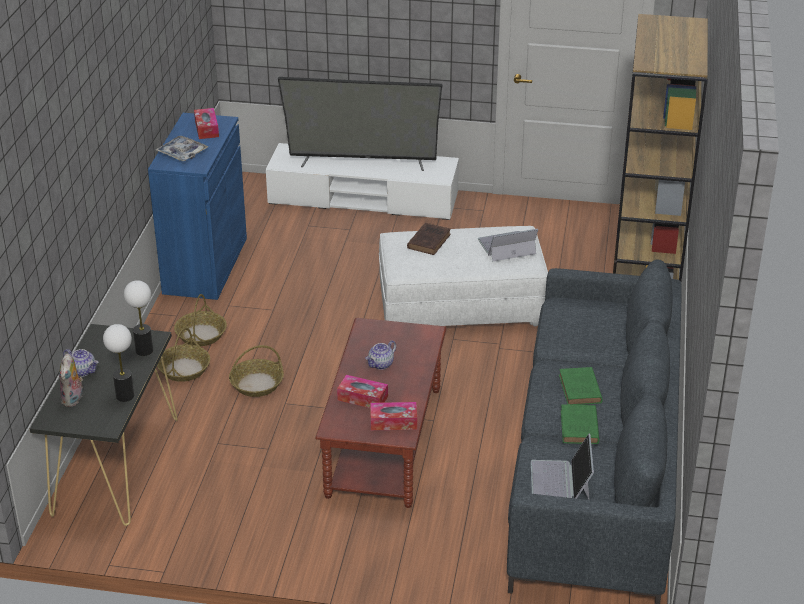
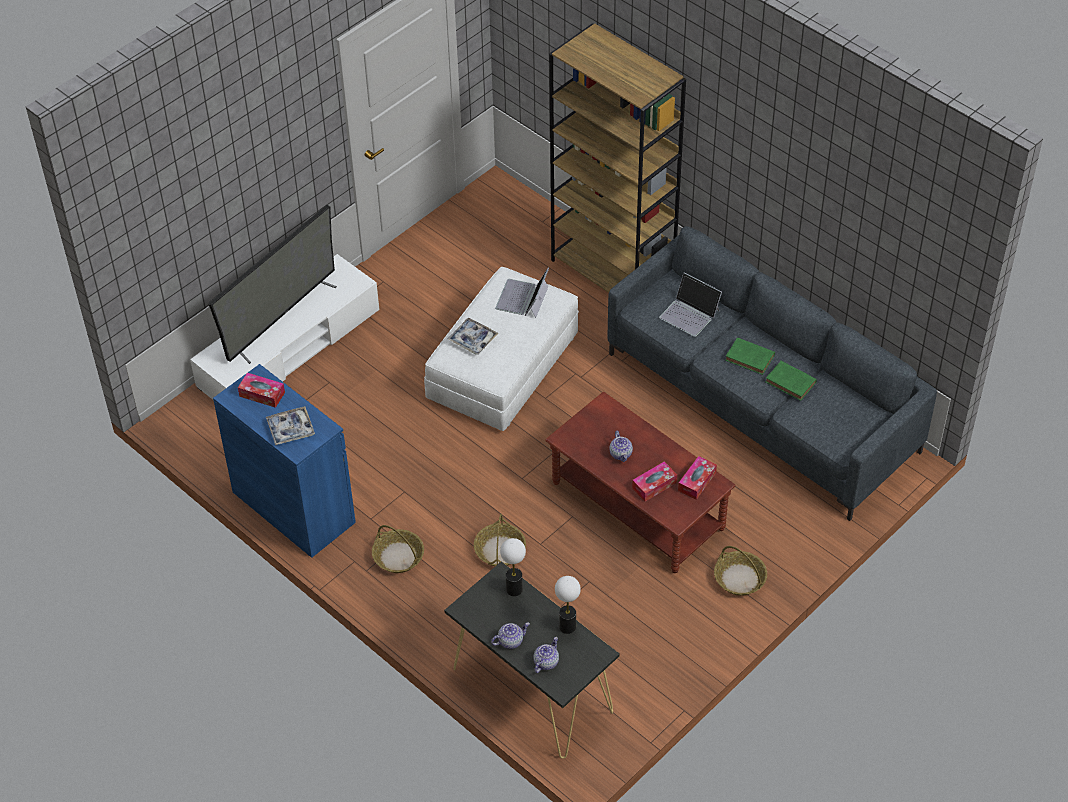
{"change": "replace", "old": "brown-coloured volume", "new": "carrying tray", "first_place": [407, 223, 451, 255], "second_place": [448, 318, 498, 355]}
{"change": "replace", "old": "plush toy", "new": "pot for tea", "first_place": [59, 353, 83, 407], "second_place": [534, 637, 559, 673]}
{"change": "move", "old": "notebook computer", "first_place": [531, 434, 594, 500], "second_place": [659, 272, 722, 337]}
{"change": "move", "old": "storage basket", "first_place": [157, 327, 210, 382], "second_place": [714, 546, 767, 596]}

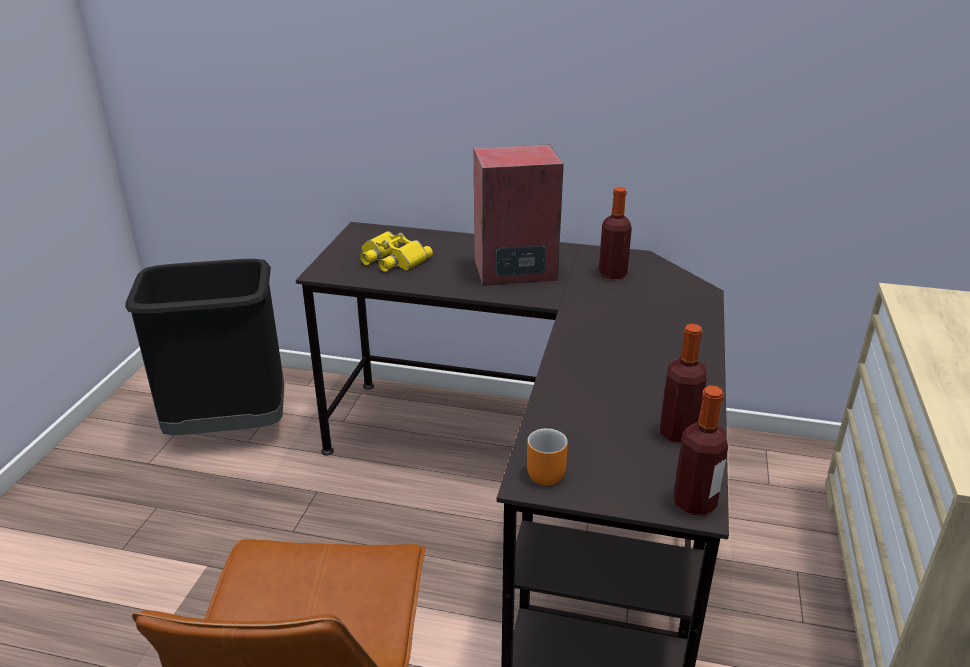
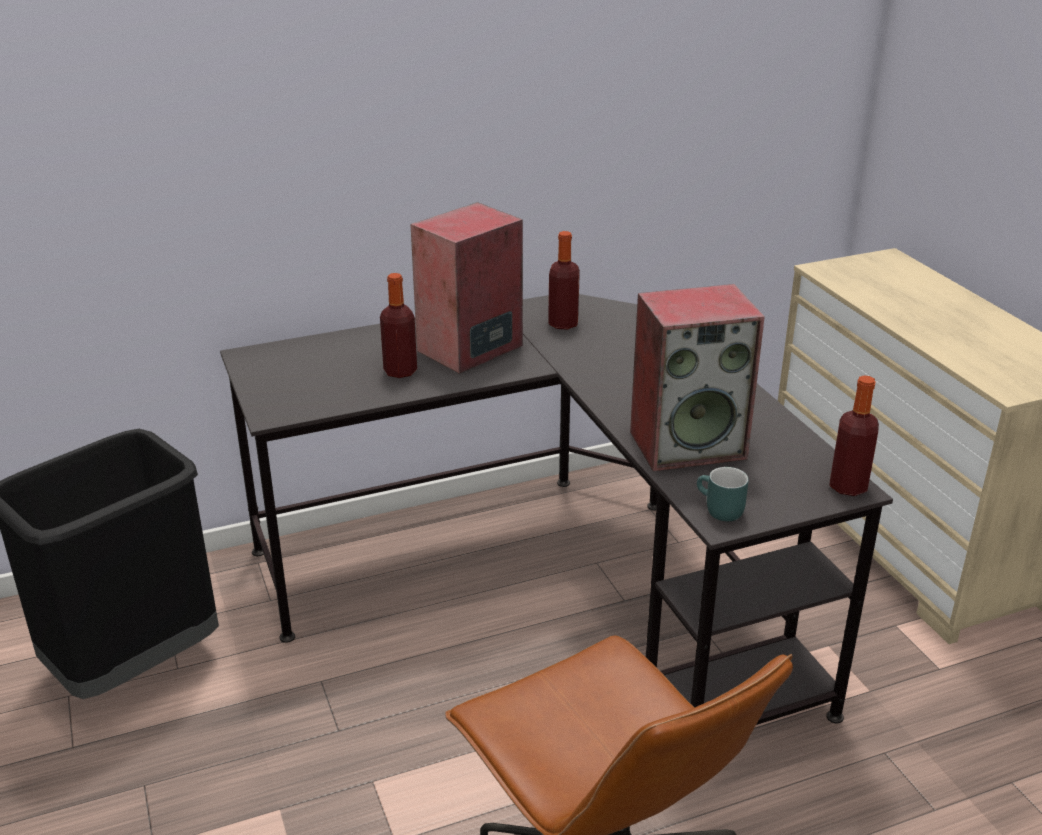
{"change": "move", "old": "drink bottle", "first_place": [660, 324, 707, 443], "second_place": [380, 273, 417, 378]}
{"change": "insert", "new": "audio speaker", "second_place": [630, 284, 765, 471]}
{"change": "recolor", "old": "orangey mug", "new": "turquoise-coloured mug", "first_place": [527, 428, 568, 486], "second_place": [697, 467, 749, 521]}
{"change": "delete", "old": "yellow-coloured pair of binoculars", "first_place": [360, 231, 433, 272]}

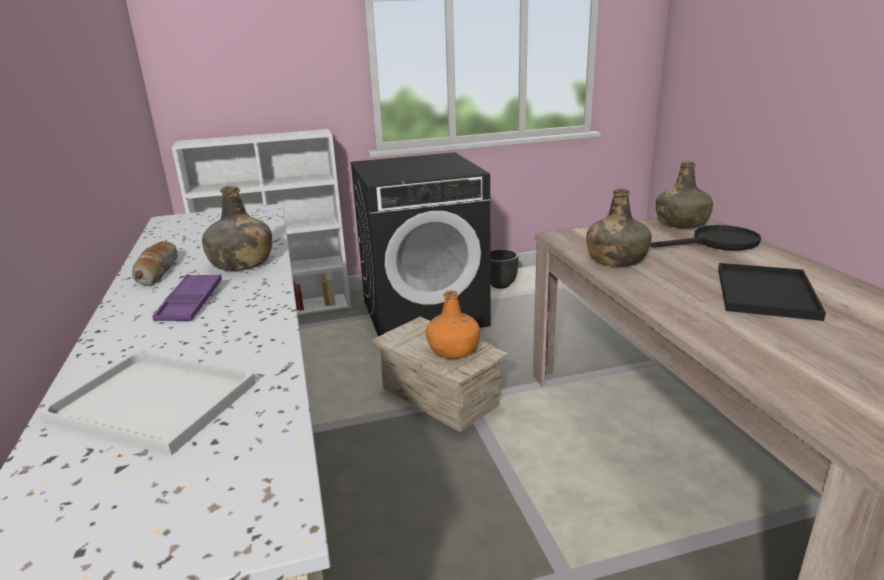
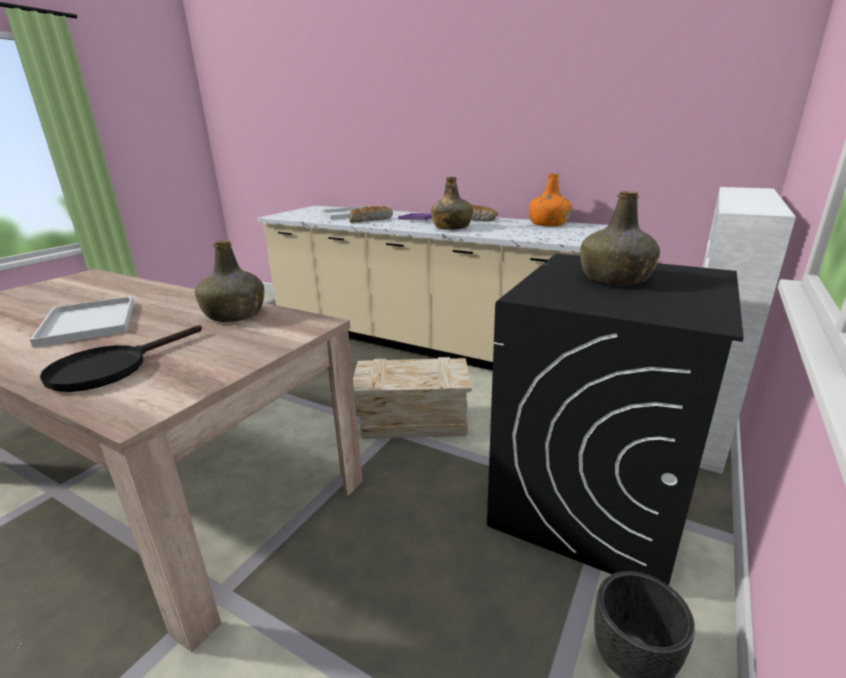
{"change": "recolor", "old": "black carrying tray", "new": "whitish carrying tray", "first_place": [718, 263, 826, 321], "second_place": [30, 296, 134, 347]}
{"change": "insert", "new": "baked bread", "second_place": [349, 206, 393, 223]}
{"change": "move", "old": "orangey drink bottle", "first_place": [426, 290, 480, 359], "second_place": [529, 174, 572, 227]}
{"change": "move", "old": "green drink bottle", "first_place": [656, 162, 713, 229], "second_place": [580, 191, 660, 286]}

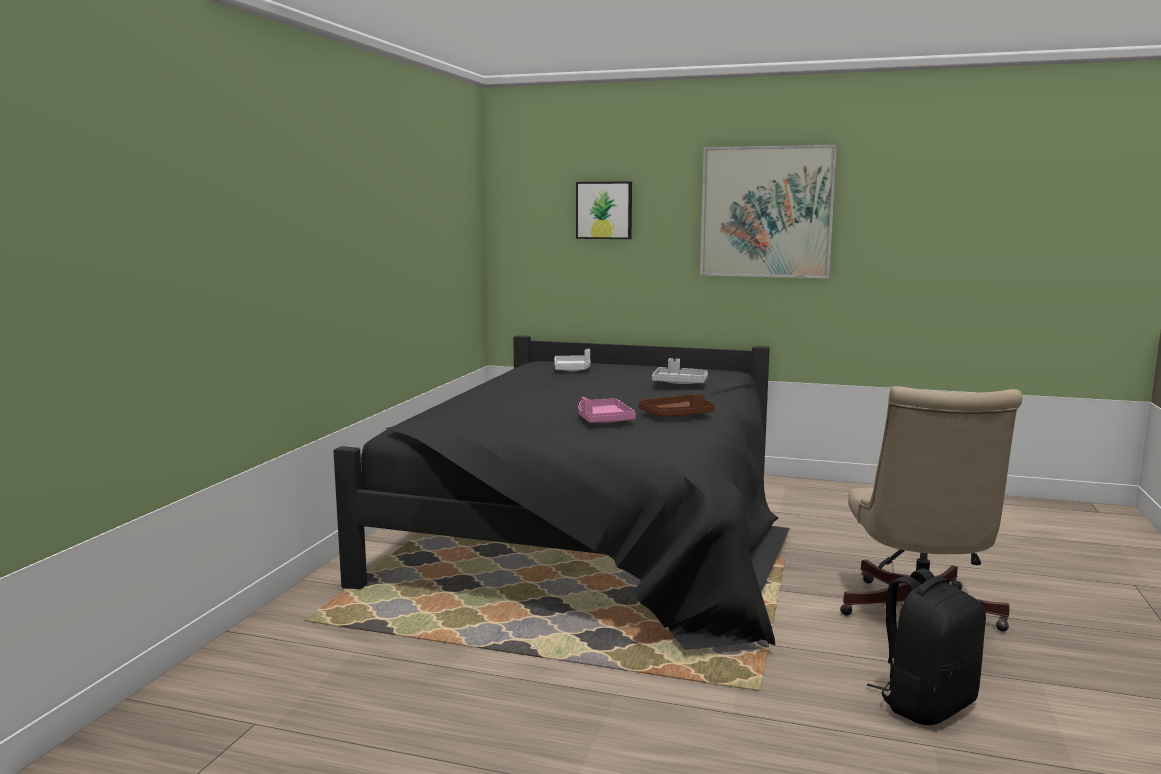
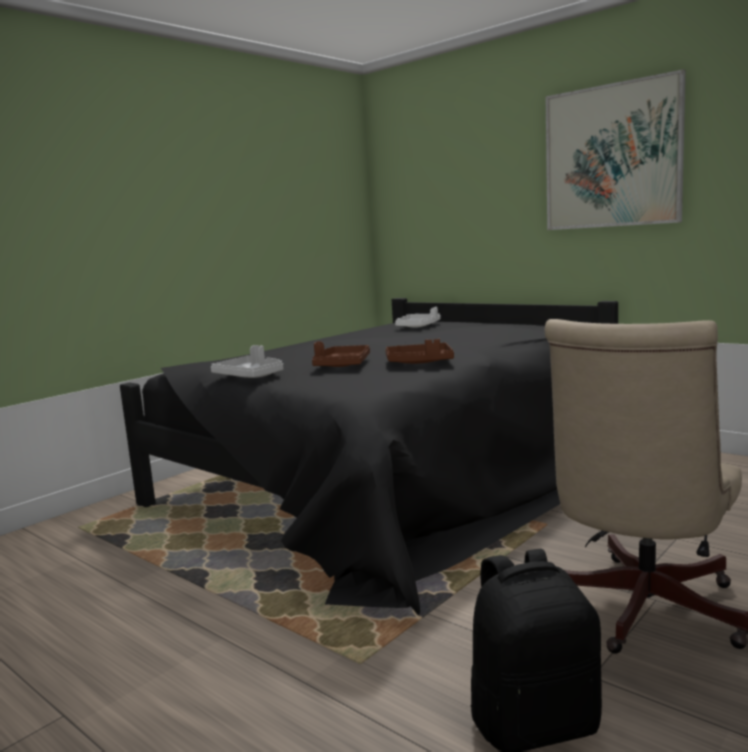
{"change": "move", "old": "gray carrying tray", "first_place": [652, 358, 708, 384], "second_place": [211, 345, 283, 378]}
{"change": "recolor", "old": "pinkish carrying tray", "new": "brown-coloured carrying tray", "first_place": [578, 397, 636, 423], "second_place": [312, 341, 370, 367]}
{"change": "delete", "old": "picture", "first_place": [576, 181, 632, 239]}

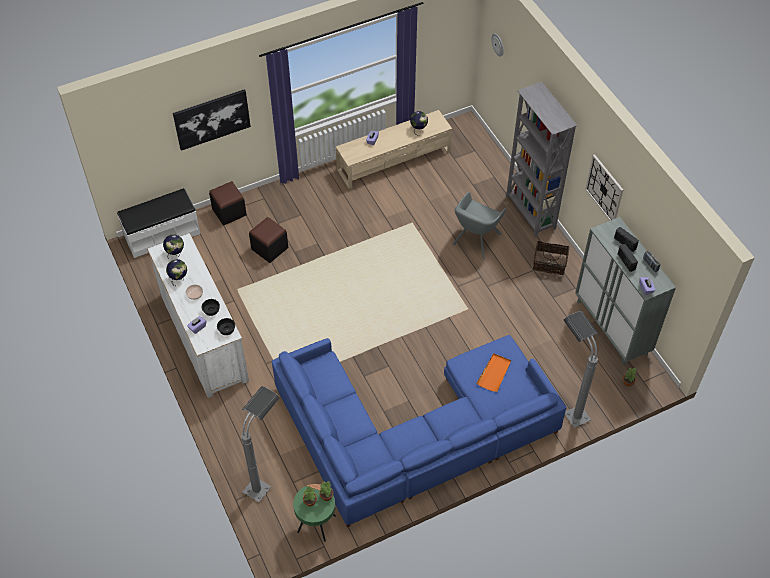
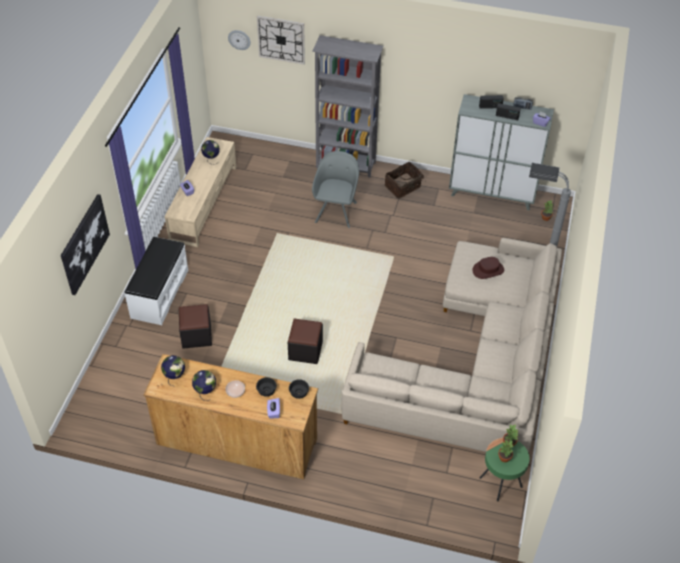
{"change": "move", "old": "whitish bench", "first_place": [117, 188, 200, 258], "second_place": [124, 237, 188, 325]}
{"change": "recolor", "old": "whitish drawer chest", "new": "brown-coloured drawer chest", "first_place": [147, 233, 249, 398], "second_place": [143, 354, 318, 479]}
{"change": "move", "old": "wall clock", "first_place": [585, 154, 623, 221], "second_place": [257, 16, 305, 65]}
{"change": "move", "old": "black footrest", "first_place": [209, 181, 247, 225], "second_place": [288, 318, 323, 364]}
{"change": "rotate", "old": "gray lounge chair", "first_place": [452, 192, 506, 259], "second_place": [312, 151, 359, 228], "degrees": -150}
{"change": "recolor", "old": "bluish settee", "new": "beige settee", "first_place": [272, 335, 567, 527], "second_place": [342, 238, 562, 453]}
{"change": "replace", "old": "orangey carrying tray", "new": "brown-coloured wearable hat", "first_place": [477, 353, 511, 392], "second_place": [472, 257, 504, 279]}
{"change": "delete", "old": "gray floor lamp", "first_place": [241, 386, 280, 502]}

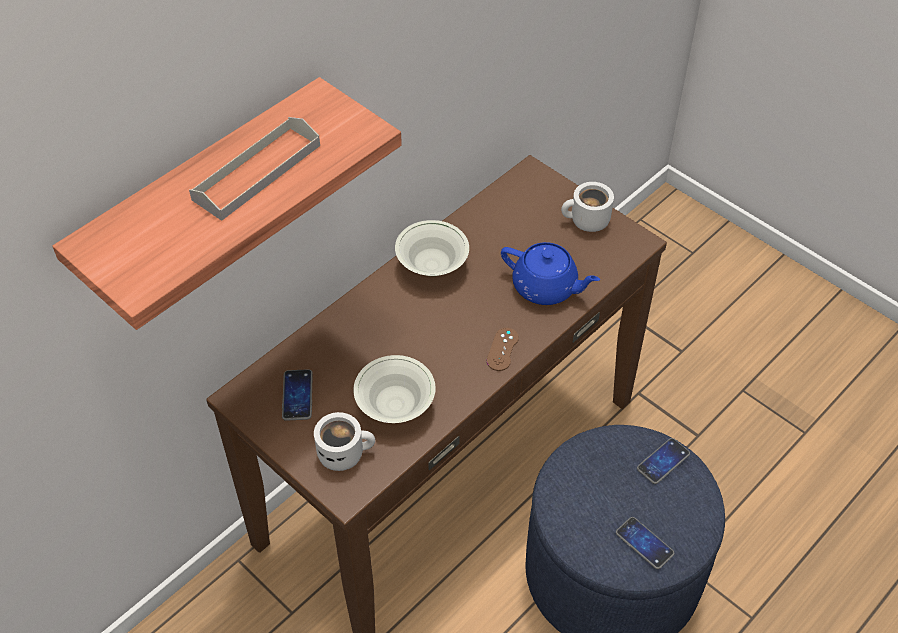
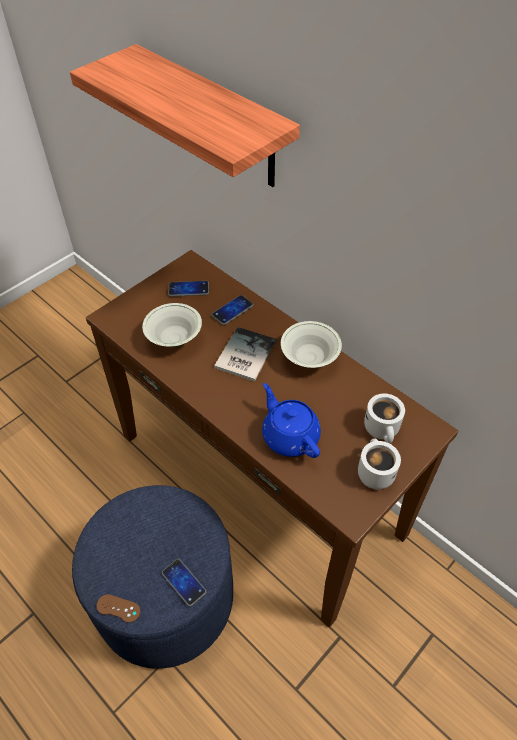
{"change": "move", "old": "brown-coloured game controller", "first_place": [487, 328, 519, 371], "second_place": [97, 594, 140, 623]}
{"change": "move", "old": "handset", "first_place": [616, 517, 674, 569], "second_place": [211, 295, 254, 325]}
{"change": "insert", "new": "volume", "second_place": [214, 327, 277, 382]}
{"change": "rotate", "old": "bluish pot for tea", "first_place": [501, 242, 600, 305], "second_place": [262, 383, 321, 458], "degrees": 120}
{"change": "move", "old": "whitish mug", "first_place": [314, 412, 375, 471], "second_place": [364, 394, 405, 444]}
{"change": "delete", "old": "gray carrying tray", "first_place": [189, 117, 320, 221]}

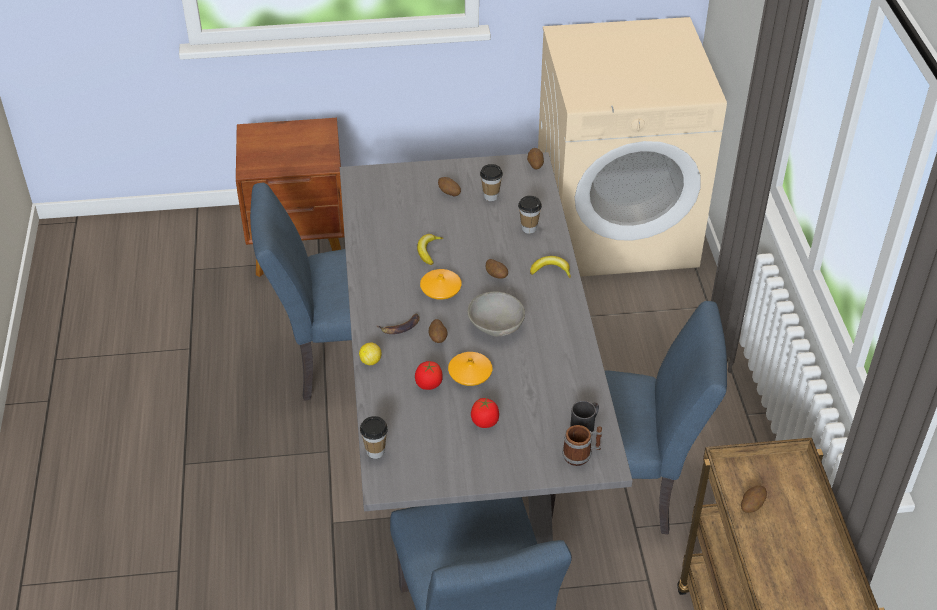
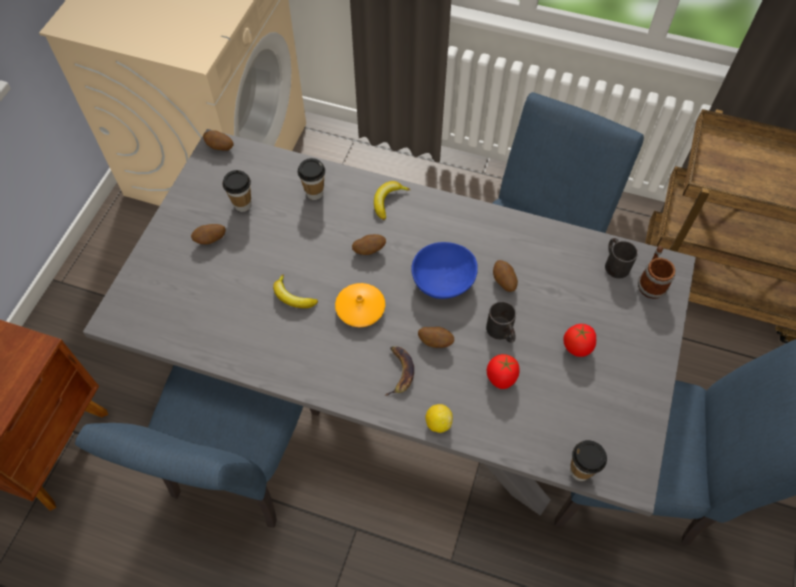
{"change": "recolor", "old": "gray deep dish", "new": "bluish deep dish", "first_place": [468, 292, 525, 336], "second_place": [411, 242, 478, 299]}
{"change": "replace", "old": "orangey decorative vase", "new": "black mug", "first_place": [448, 352, 492, 386], "second_place": [486, 301, 516, 343]}
{"change": "move", "old": "whole potato", "first_place": [741, 486, 767, 513], "second_place": [493, 260, 518, 292]}

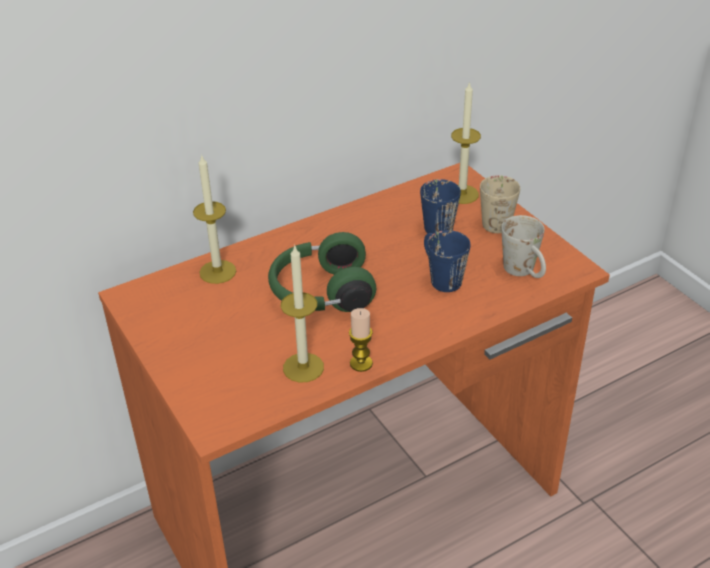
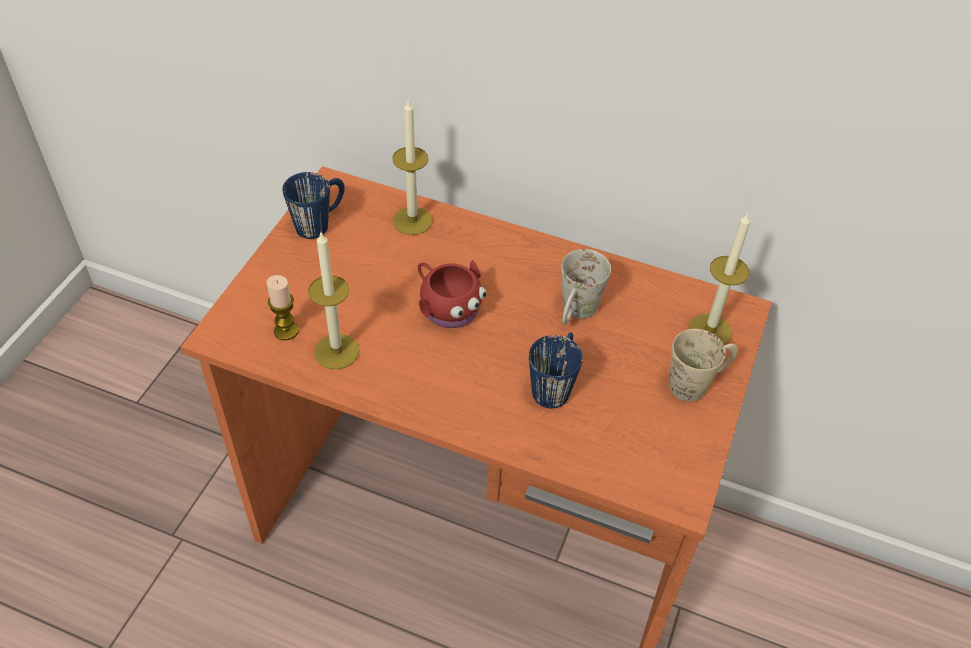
{"change": "move", "old": "candle", "first_place": [349, 308, 373, 372], "second_place": [266, 275, 299, 340]}
{"change": "move", "old": "bluish mug", "first_place": [420, 179, 461, 234], "second_place": [282, 172, 345, 239]}
{"change": "replace", "old": "green headphones", "new": "red mug", "first_place": [268, 232, 376, 312], "second_place": [418, 260, 487, 328]}
{"change": "move", "old": "whitish mug", "first_place": [501, 215, 546, 278], "second_place": [561, 249, 611, 325]}

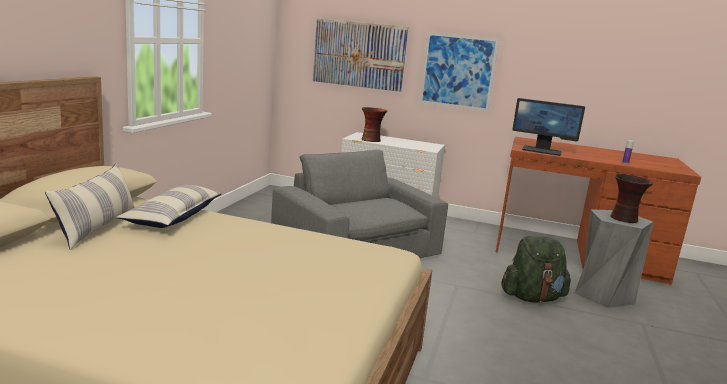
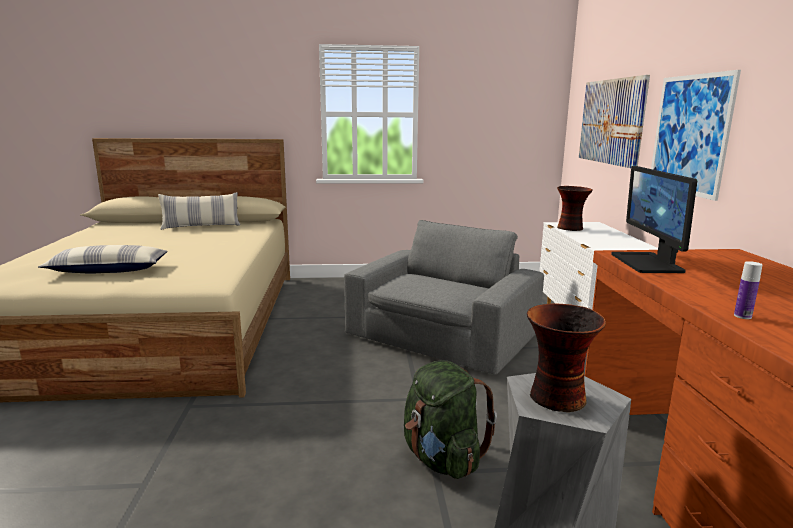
{"change": "move", "old": "throw pillow", "first_place": [116, 185, 222, 228], "second_place": [38, 245, 168, 274]}

